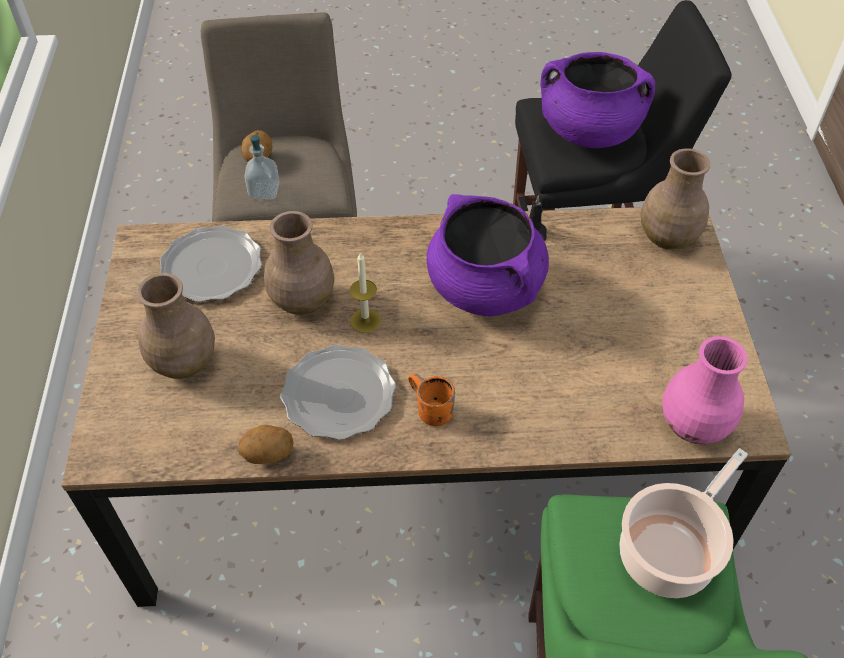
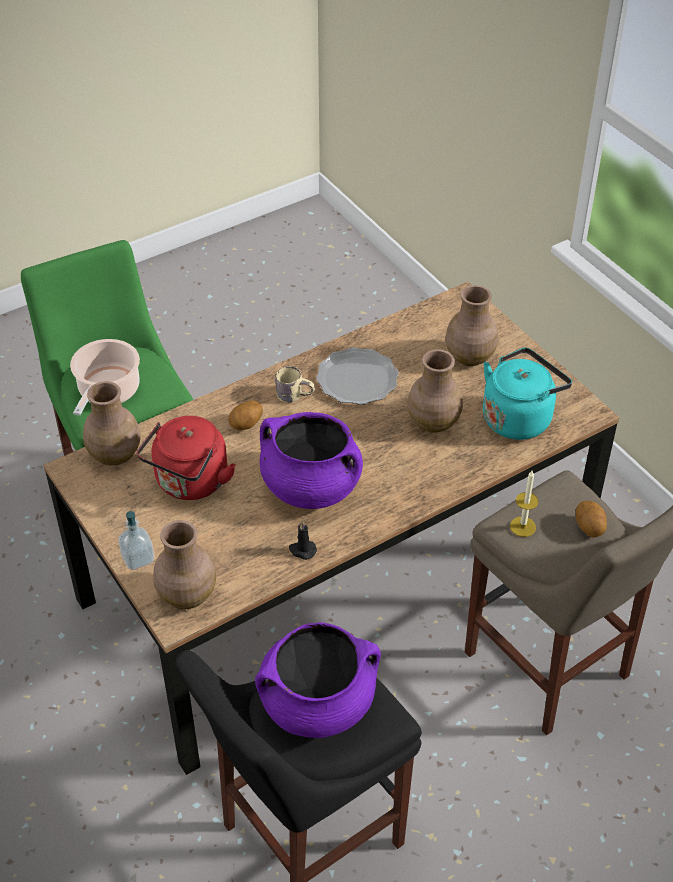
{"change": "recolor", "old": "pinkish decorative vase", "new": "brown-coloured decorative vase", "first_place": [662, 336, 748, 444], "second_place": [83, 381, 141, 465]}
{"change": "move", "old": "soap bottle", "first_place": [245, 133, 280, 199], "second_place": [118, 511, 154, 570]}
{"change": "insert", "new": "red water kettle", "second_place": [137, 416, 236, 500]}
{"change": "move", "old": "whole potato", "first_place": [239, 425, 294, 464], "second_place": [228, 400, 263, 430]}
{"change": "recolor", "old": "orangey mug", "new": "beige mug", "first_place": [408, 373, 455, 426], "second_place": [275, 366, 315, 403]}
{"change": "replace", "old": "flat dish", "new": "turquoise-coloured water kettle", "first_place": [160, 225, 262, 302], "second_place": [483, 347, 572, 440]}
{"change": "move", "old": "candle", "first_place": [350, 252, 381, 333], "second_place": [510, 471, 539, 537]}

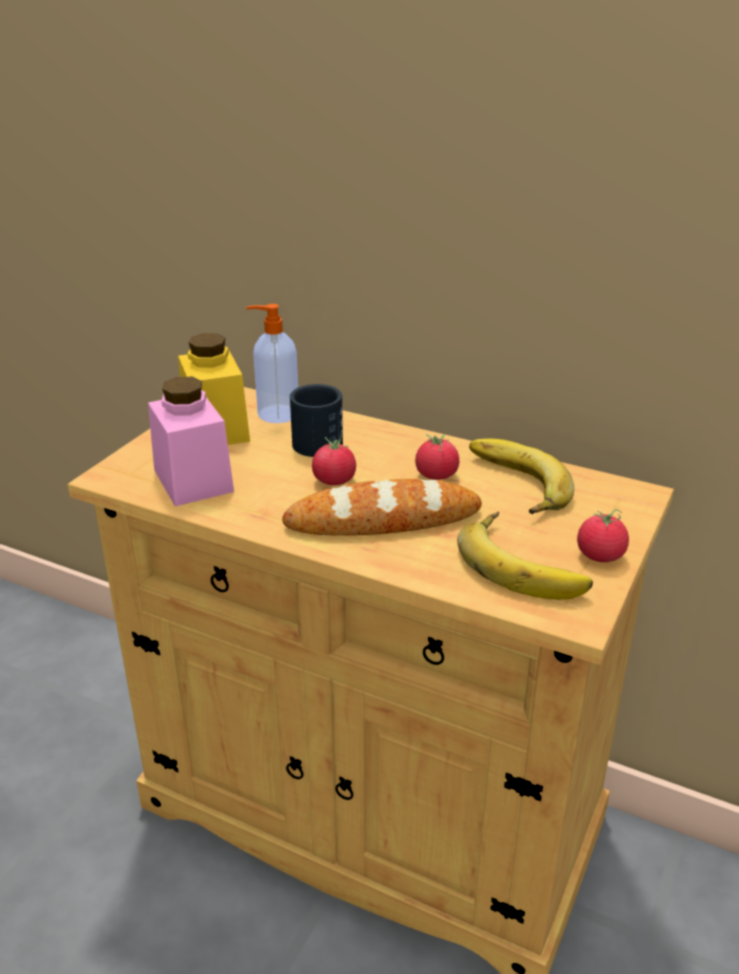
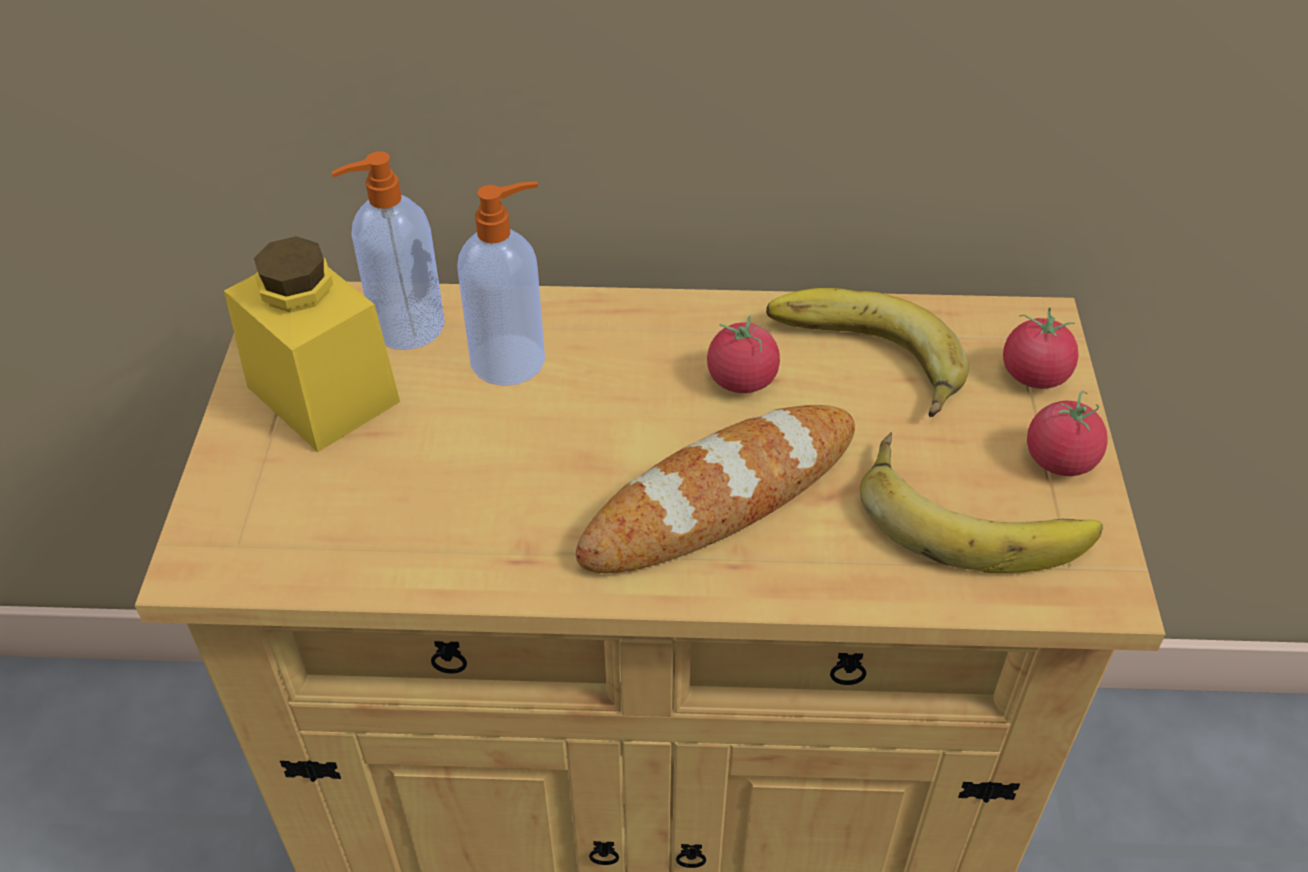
{"change": "replace", "old": "black mug", "new": "soap bottle", "first_place": [290, 384, 343, 457], "second_place": [457, 181, 545, 386]}
{"change": "move", "old": "whole tomato", "first_place": [312, 436, 356, 485], "second_place": [1003, 308, 1079, 389]}
{"change": "delete", "old": "pinkish storage jar", "first_place": [148, 377, 234, 506]}

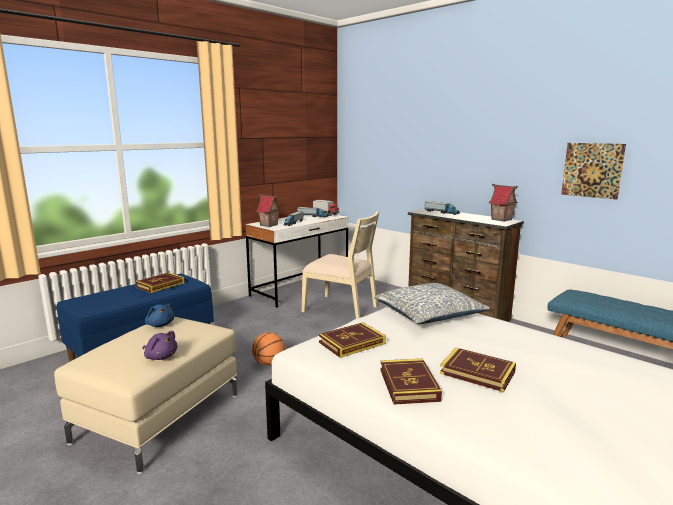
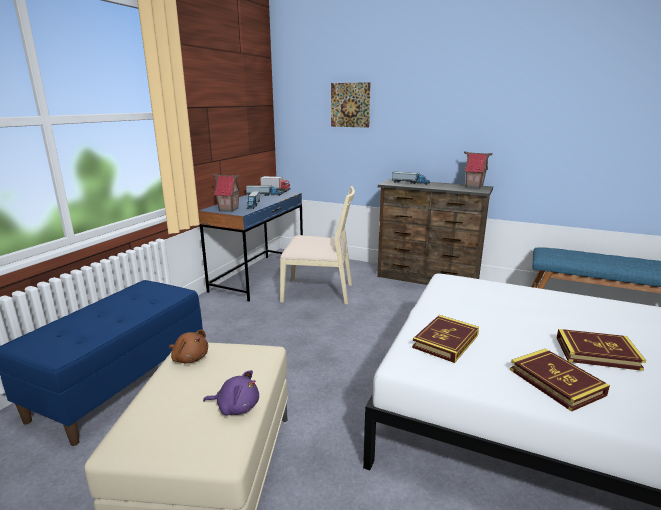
{"change": "recolor", "old": "bluish plush toy", "new": "brown-coloured plush toy", "first_place": [145, 304, 174, 327], "second_place": [169, 330, 208, 363]}
{"change": "recolor", "old": "whitish desk unit", "new": "bluish desk unit", "first_place": [245, 214, 348, 308], "second_place": [198, 191, 303, 301]}
{"change": "move", "old": "picture", "first_place": [561, 143, 626, 200], "second_place": [331, 82, 371, 128]}
{"change": "delete", "old": "volume", "first_place": [135, 272, 185, 293]}
{"change": "delete", "old": "basketball", "first_place": [252, 332, 285, 365]}
{"change": "delete", "old": "throw pillow", "first_place": [374, 283, 490, 324]}

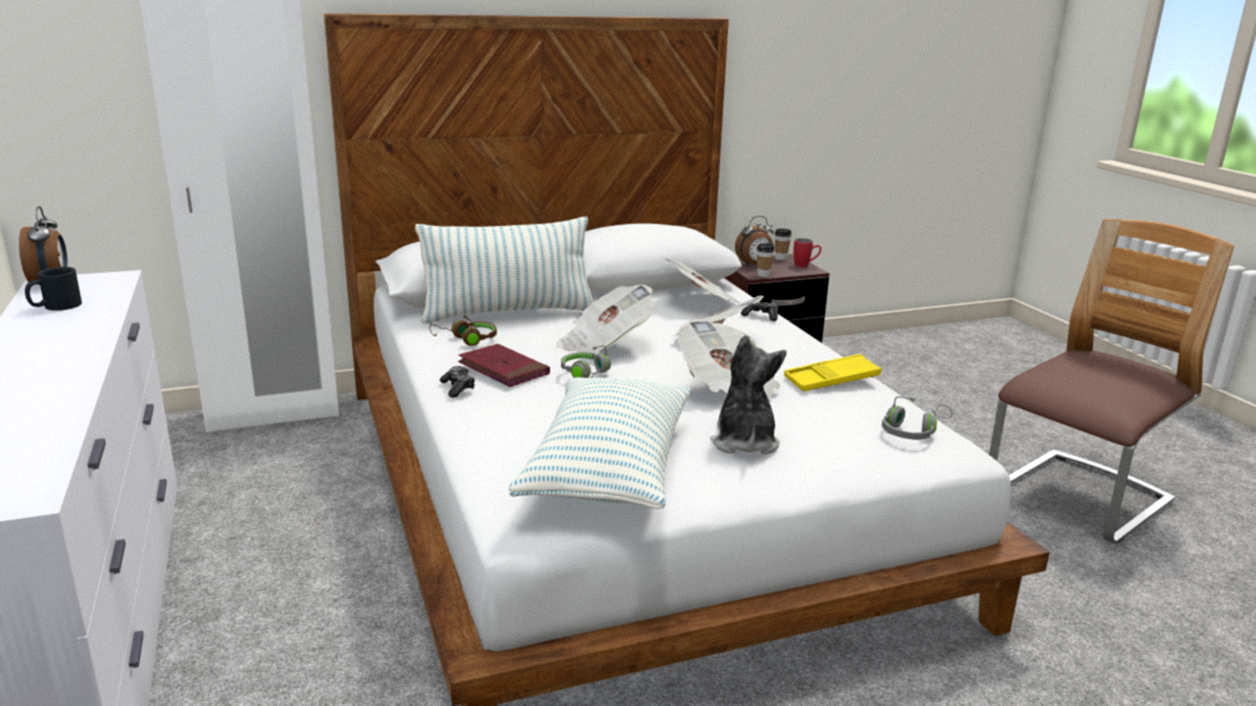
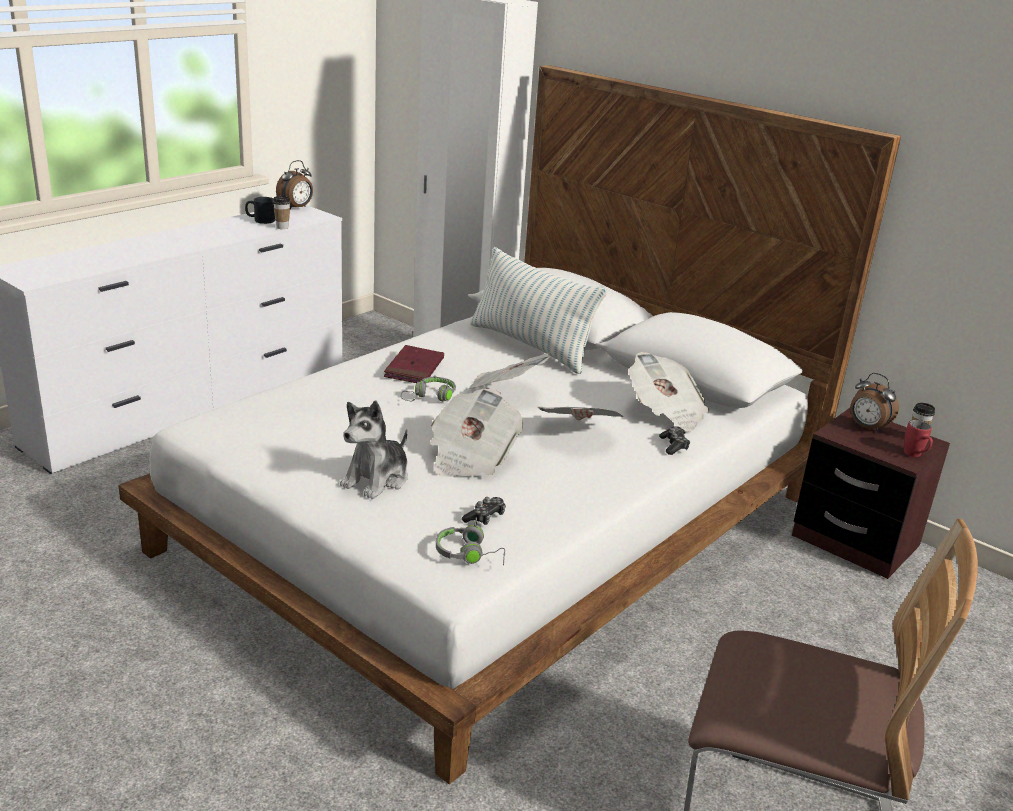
{"change": "move", "old": "cup", "first_place": [757, 243, 775, 277], "second_place": [273, 196, 291, 229]}
{"change": "rotate", "old": "plush toy", "first_place": [710, 335, 787, 454], "second_place": [340, 400, 408, 499], "degrees": 150}
{"change": "move", "old": "game controller", "first_place": [440, 366, 475, 398], "second_place": [462, 497, 506, 525]}
{"change": "delete", "old": "brown-coloured headphones", "first_place": [430, 315, 497, 346]}
{"change": "delete", "old": "throw pillow", "first_place": [509, 377, 691, 509]}
{"change": "delete", "old": "yellow-coloured carrying tray", "first_place": [784, 354, 881, 391]}

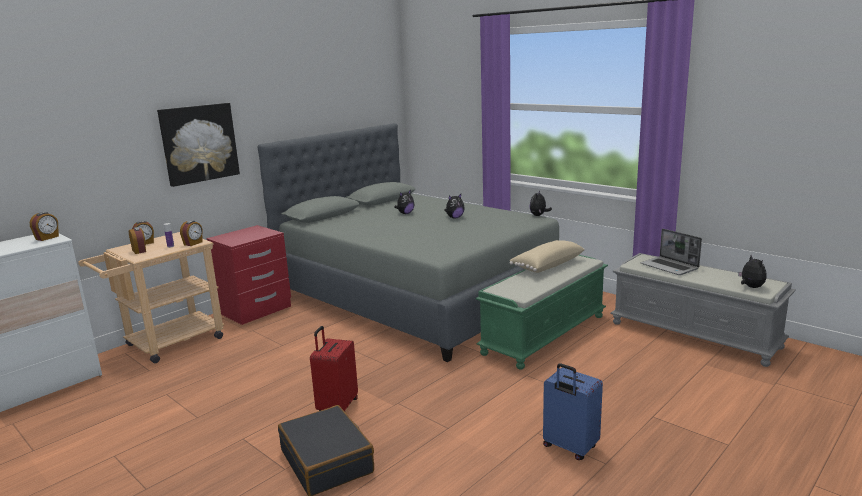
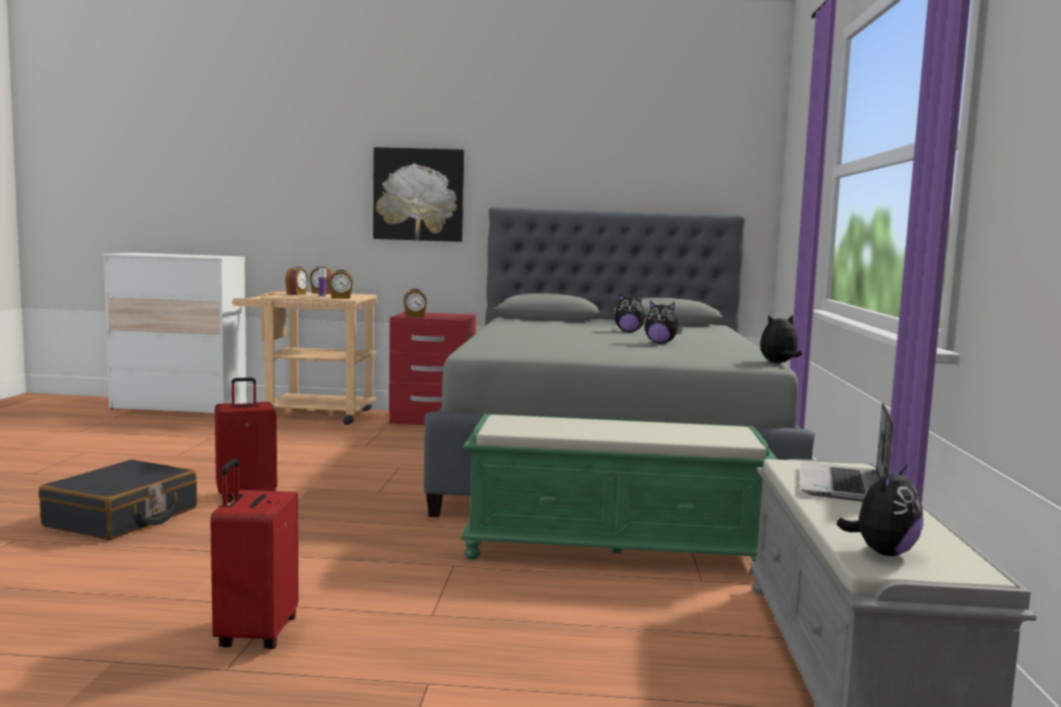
{"change": "recolor", "old": "bluish travel case", "new": "red travel case", "first_place": [543, 363, 603, 460], "second_place": [210, 458, 298, 649]}
{"change": "move", "old": "bedside clock", "first_place": [30, 212, 59, 241], "second_place": [403, 288, 427, 317]}
{"change": "delete", "old": "beige throw pillow", "first_place": [509, 240, 585, 273]}

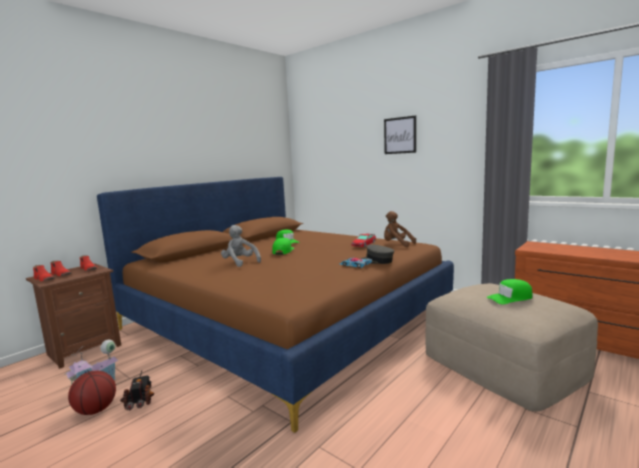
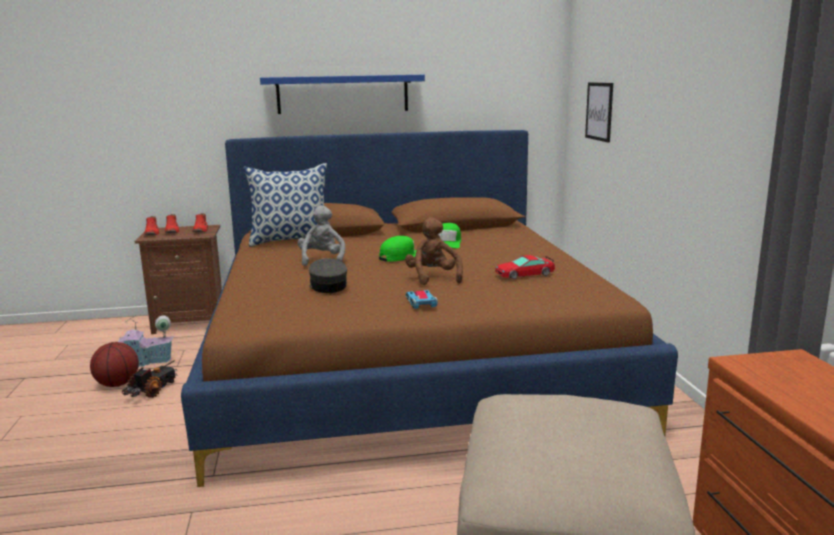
{"change": "insert", "new": "throw pillow", "second_place": [244, 163, 327, 247]}
{"change": "insert", "new": "bluish shelf", "second_place": [260, 75, 425, 114]}
{"change": "move", "old": "gray peaked cap", "first_place": [361, 244, 394, 264], "second_place": [309, 258, 347, 293]}
{"change": "move", "old": "brown-coloured plush toy", "first_place": [384, 211, 416, 247], "second_place": [405, 217, 463, 285]}
{"change": "move", "old": "picture", "first_place": [384, 115, 416, 154], "second_place": [585, 82, 613, 143]}
{"change": "delete", "old": "green peaked cap", "first_place": [487, 279, 533, 304]}

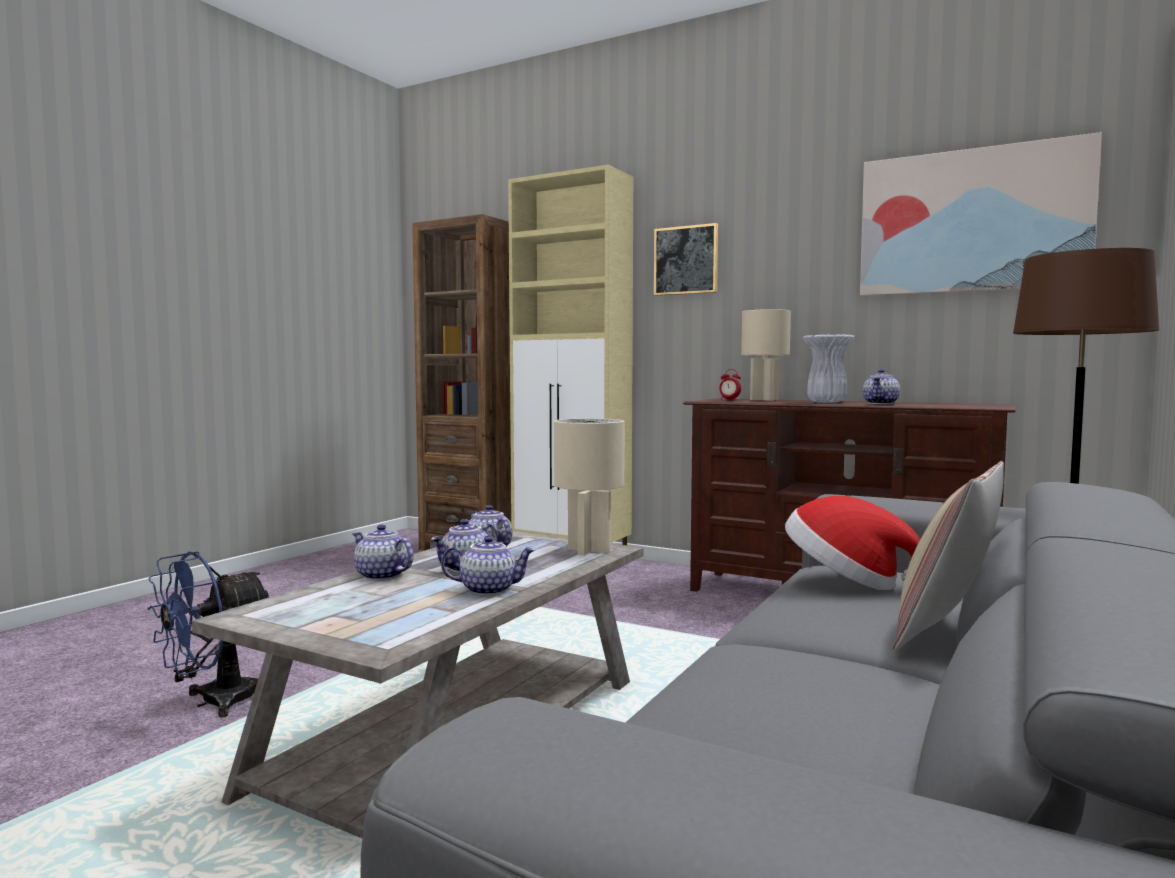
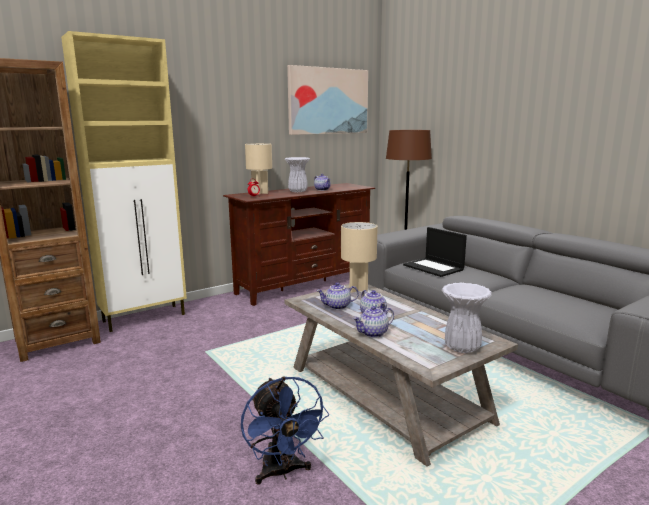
{"change": "replace", "old": "wearable hat", "new": "notebook computer", "first_place": [785, 496, 920, 590], "second_place": [403, 227, 467, 277]}
{"change": "insert", "new": "whitish decorative vase", "second_place": [442, 283, 492, 353]}
{"change": "delete", "old": "pot for tea", "first_place": [441, 535, 535, 596]}
{"change": "delete", "old": "picture", "first_place": [654, 223, 718, 296]}
{"change": "delete", "old": "throw pillow", "first_place": [893, 461, 1004, 651]}

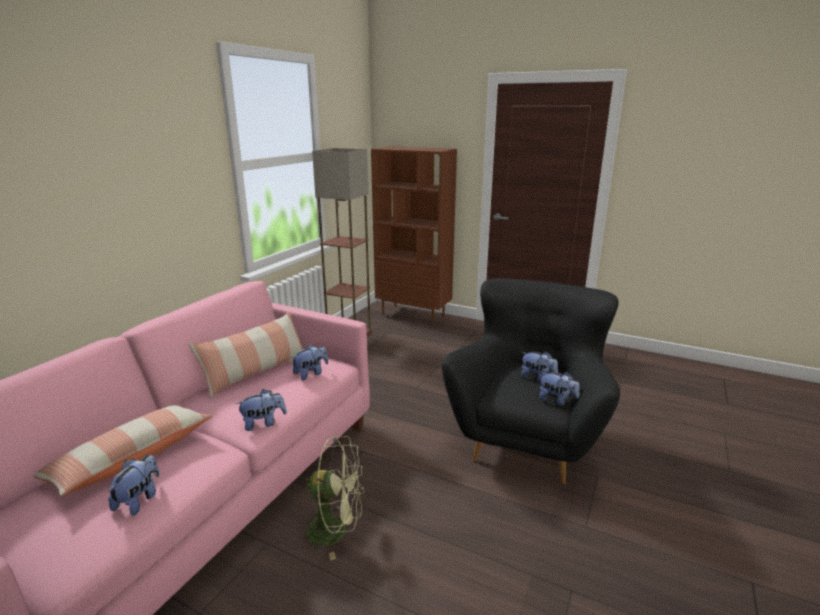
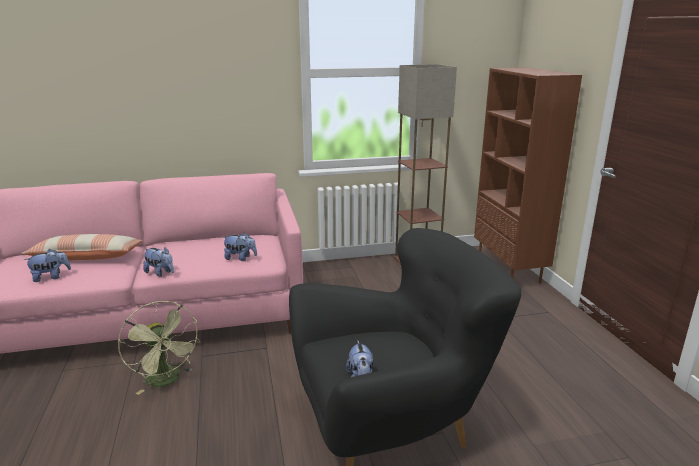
{"change": "delete", "old": "throw pillow", "first_place": [188, 312, 304, 398]}
{"change": "delete", "old": "plush toy", "first_place": [521, 351, 558, 382]}

